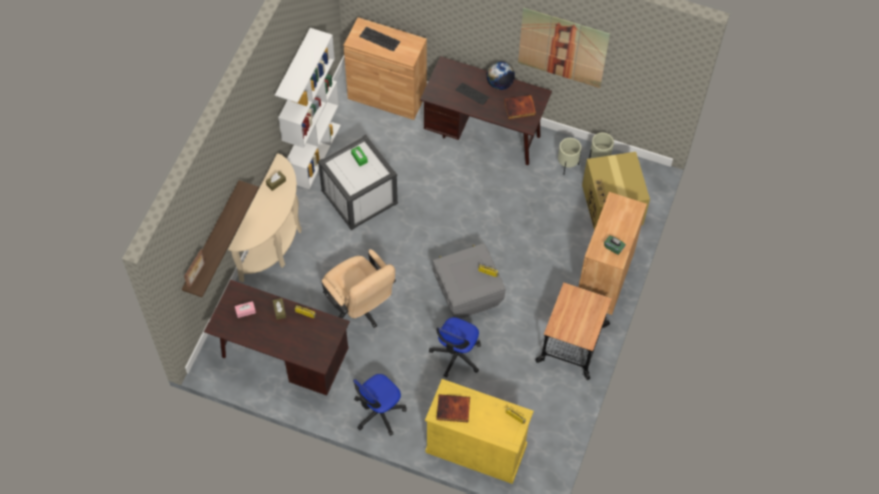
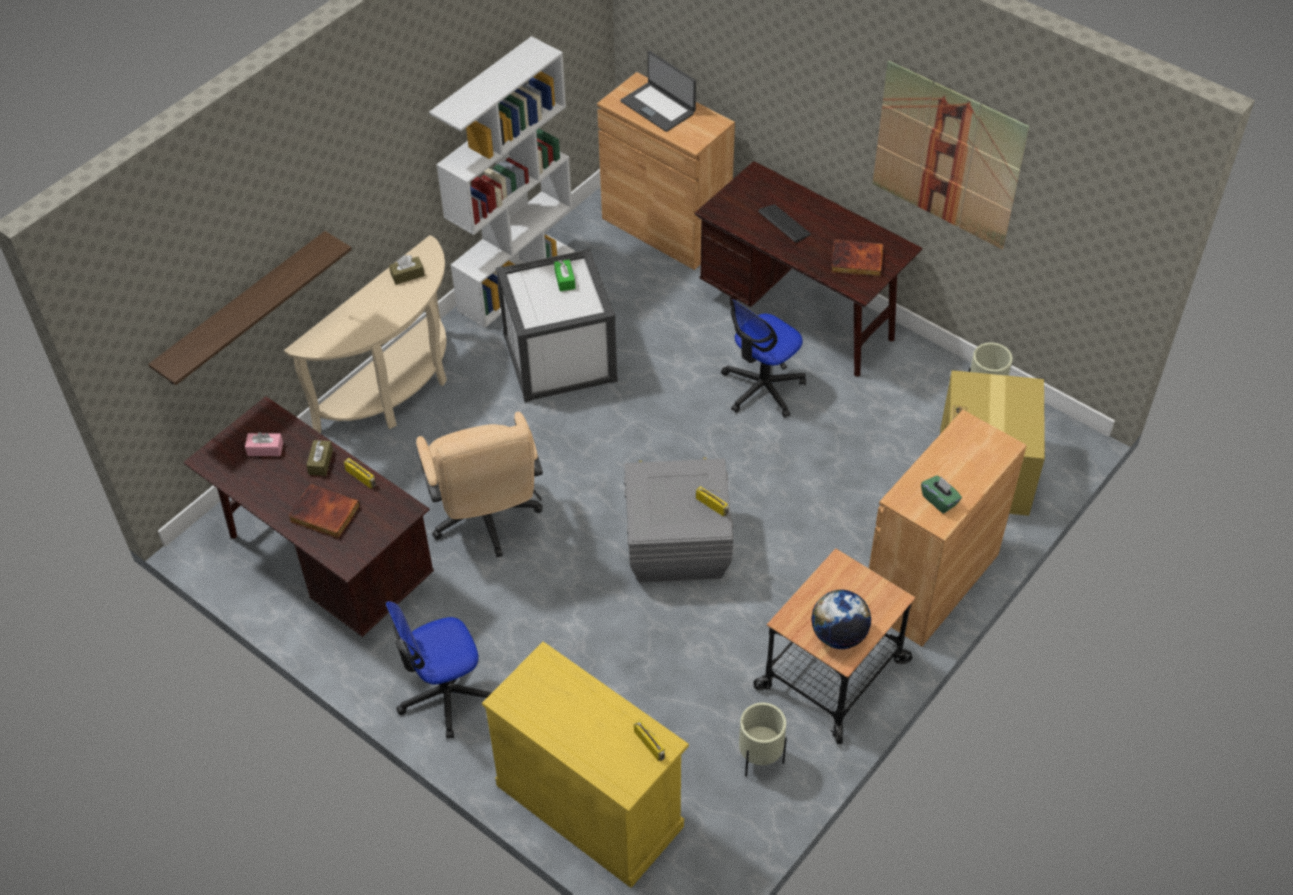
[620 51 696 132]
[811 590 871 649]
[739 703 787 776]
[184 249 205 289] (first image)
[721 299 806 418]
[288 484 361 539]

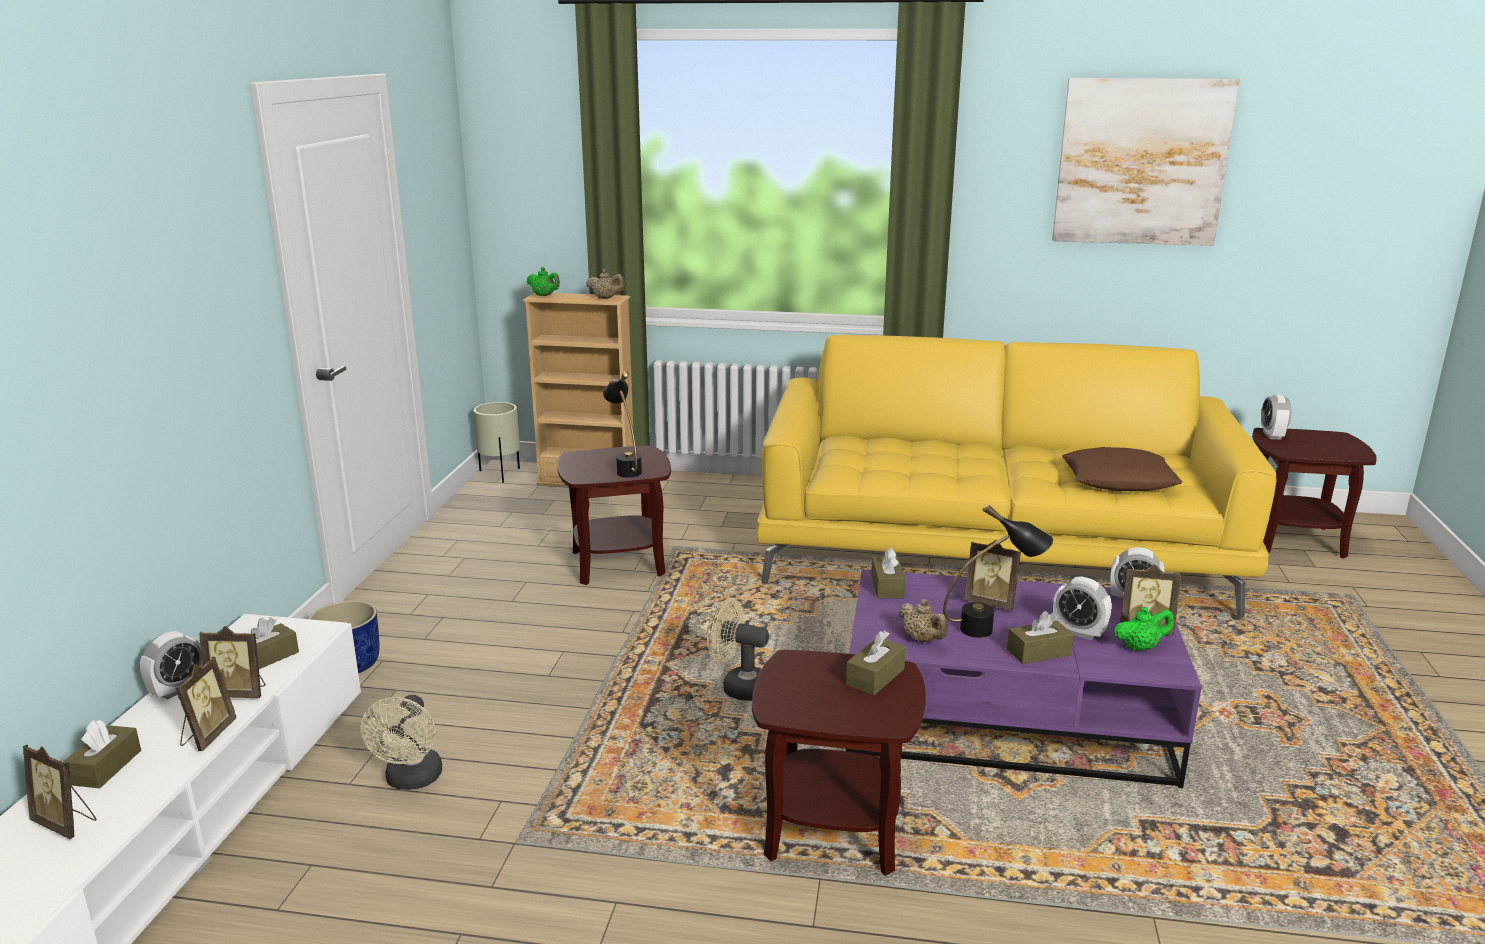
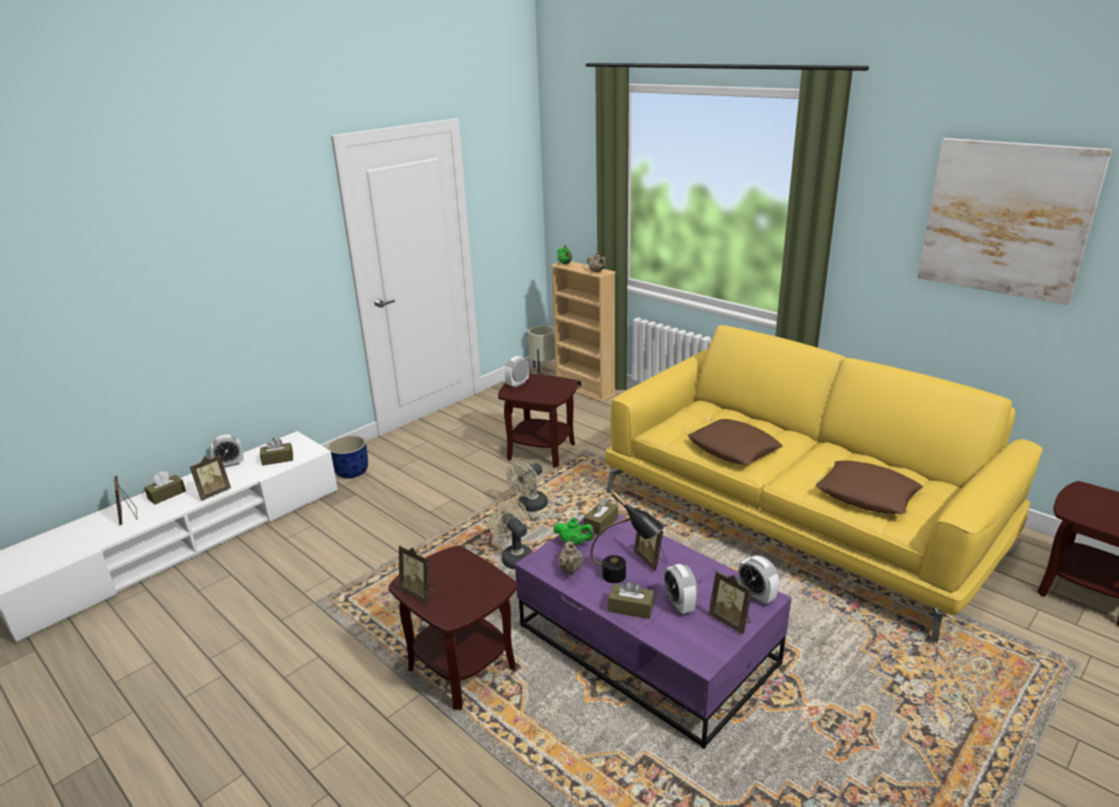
[603 371 642 478] (first image)
[505 356 529 388]
[553 518 595 546]
[399 545 438 604]
[846 630 906 695] (first image)
[506 461 548 512]
[688 419 783 464]

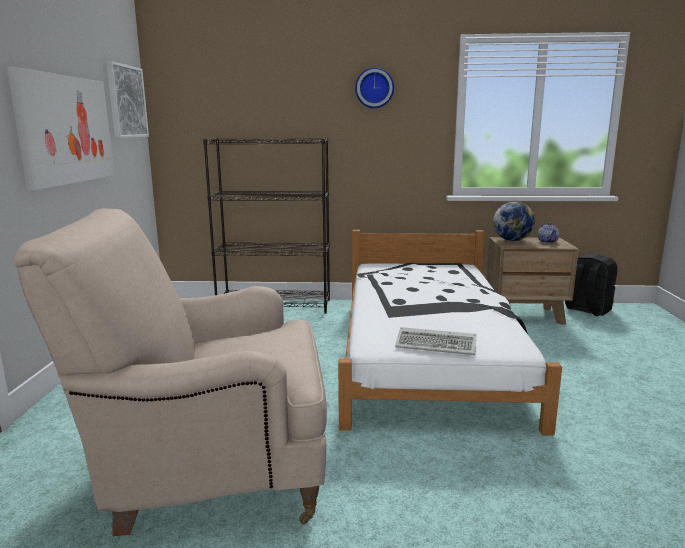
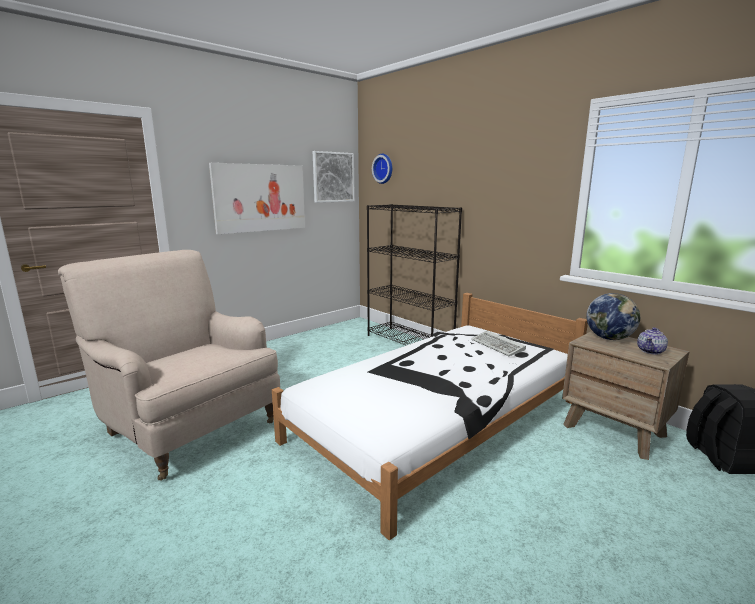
[372 154 392 184]
[471 331 526 356]

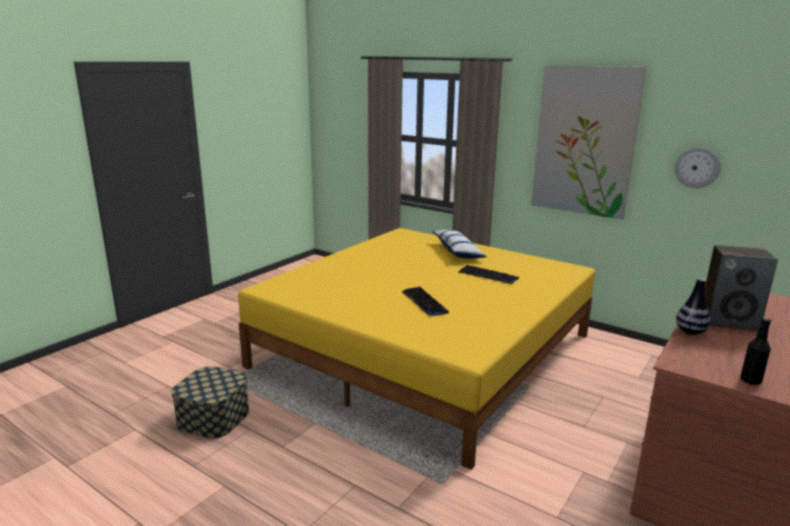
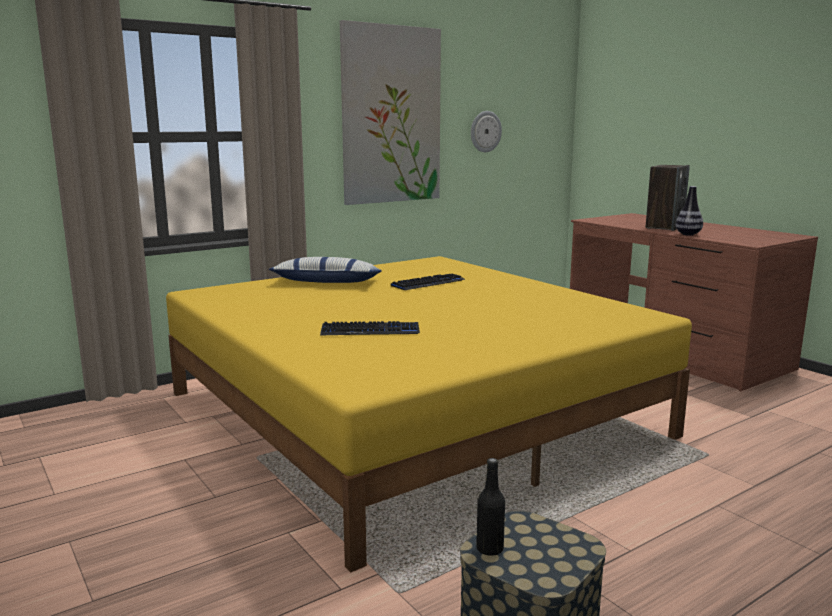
[320 321 420 336]
[476 458 505 556]

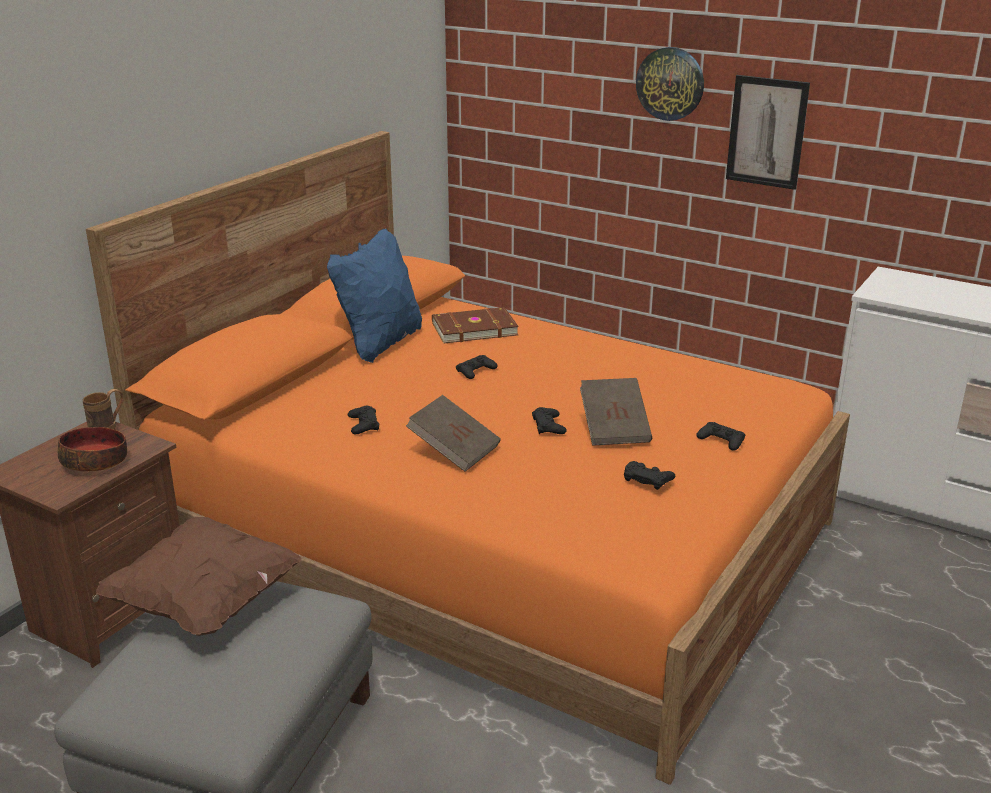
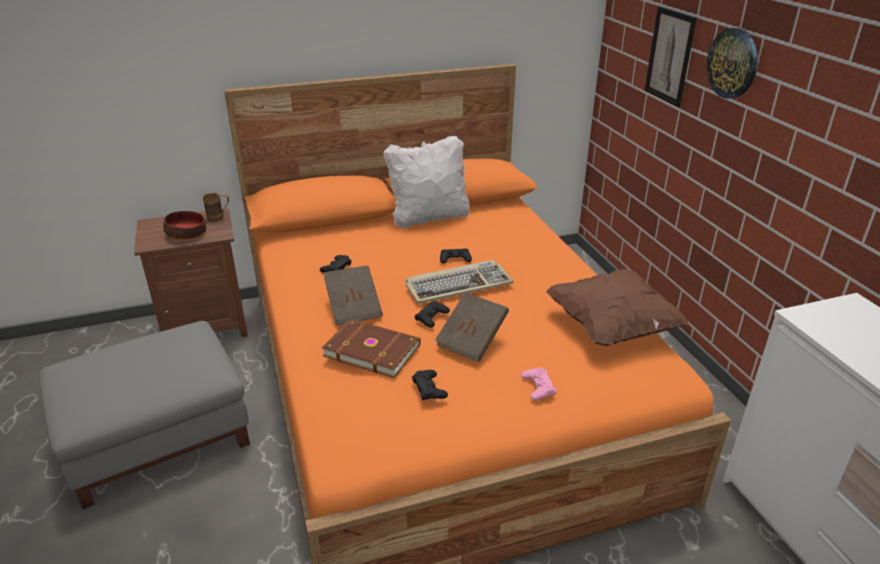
[644 6 697 107]
[383 136 470 229]
[322 319 421 378]
[521 367 557 400]
[546 269 689 346]
[406 260 514 304]

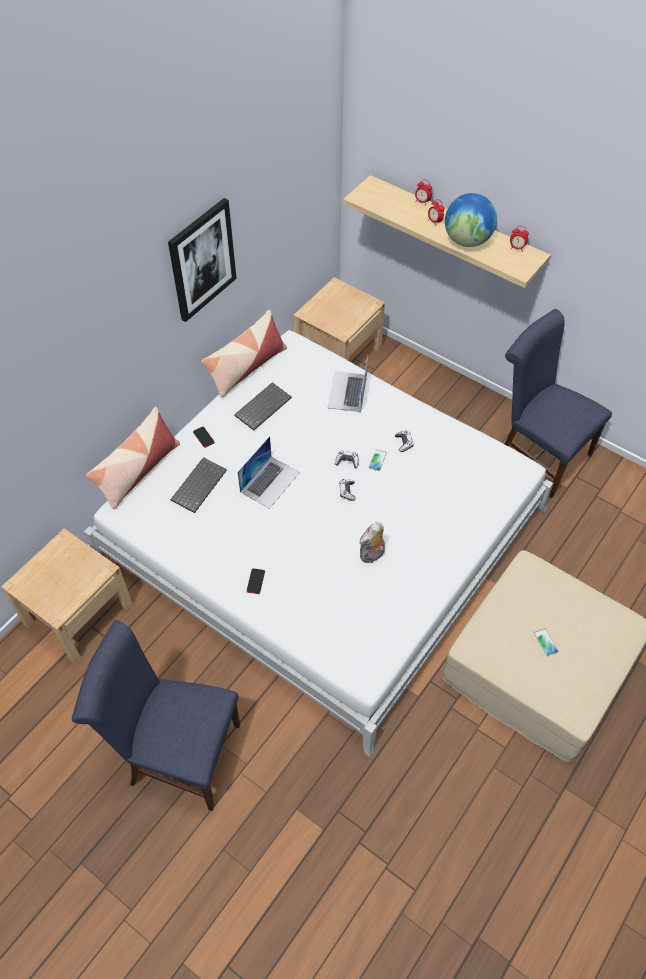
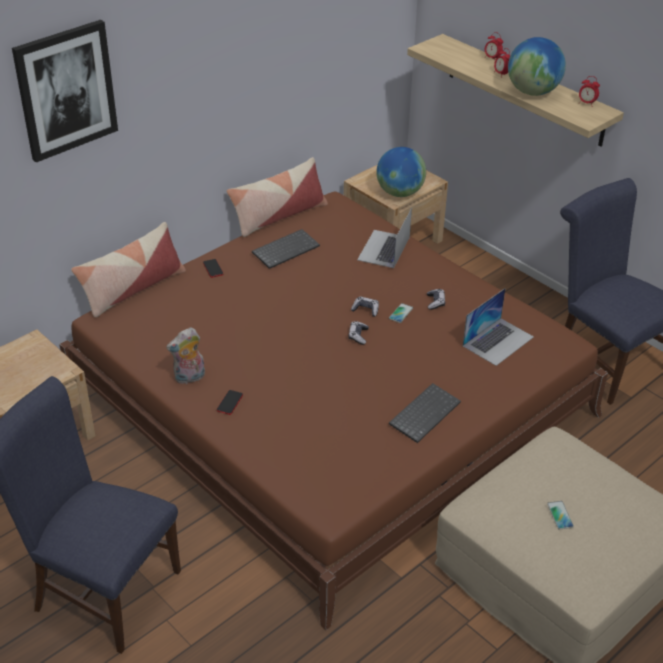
[12 20 118 162]
[59 191 608 630]
[463 288 534 366]
[389 383 461 443]
[166 327 205 385]
[376 147 426 197]

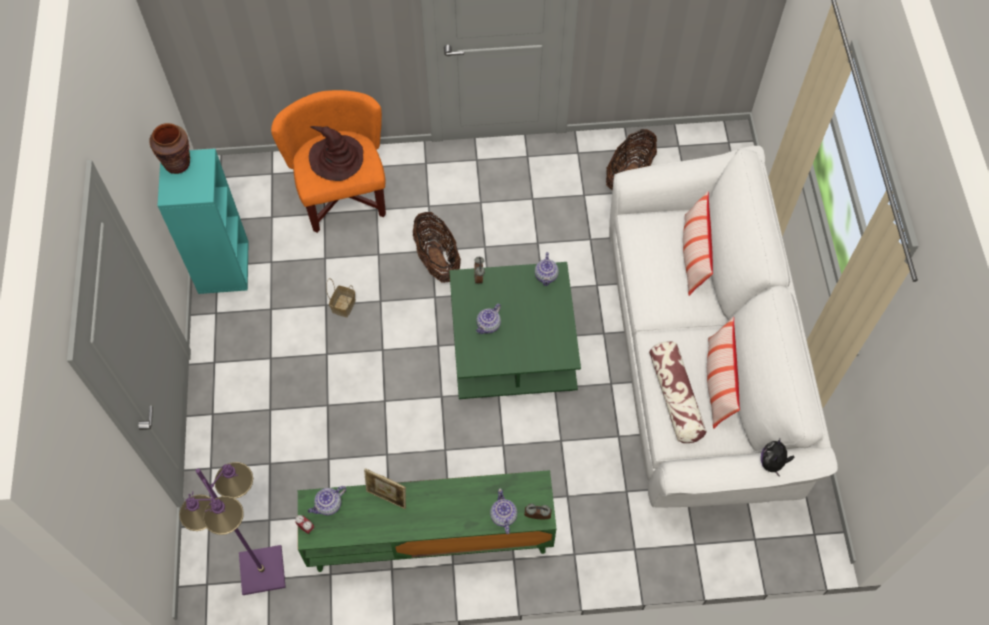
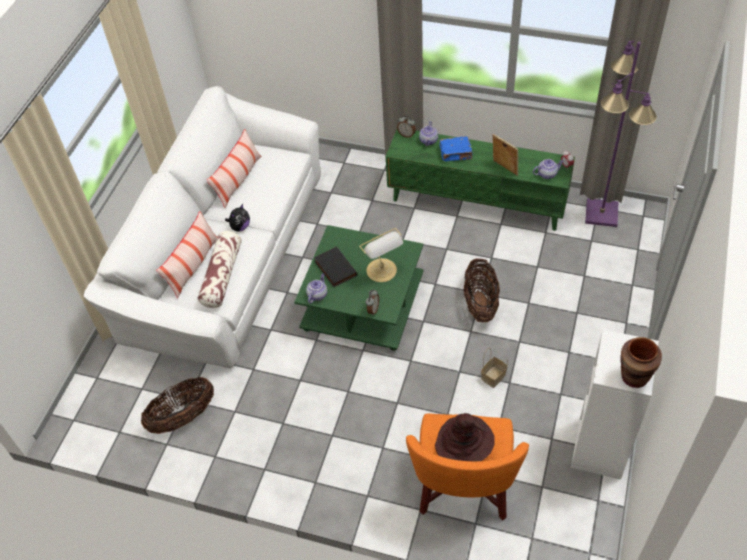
[571 329 659 480]
[464 259 500 322]
[359 228 403 282]
[197 231 242 308]
[225 204 250 232]
[439 136 473 161]
[314 246 357 287]

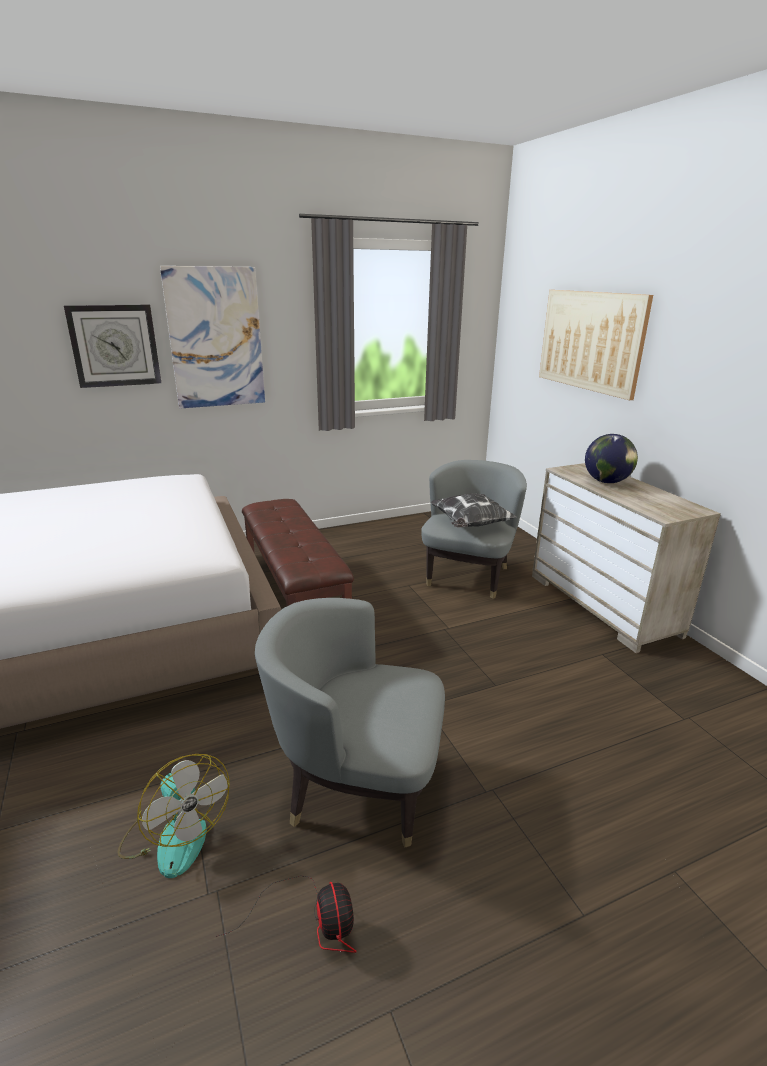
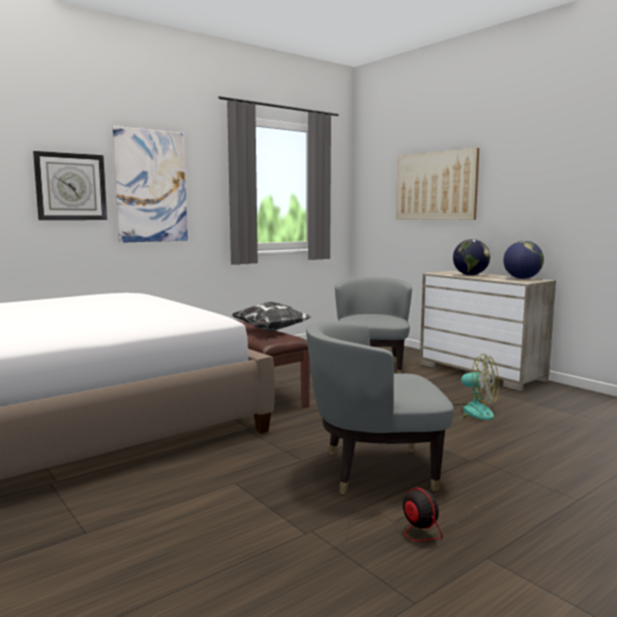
[232 302 312 331]
[453 354 499 420]
[503 241 544 279]

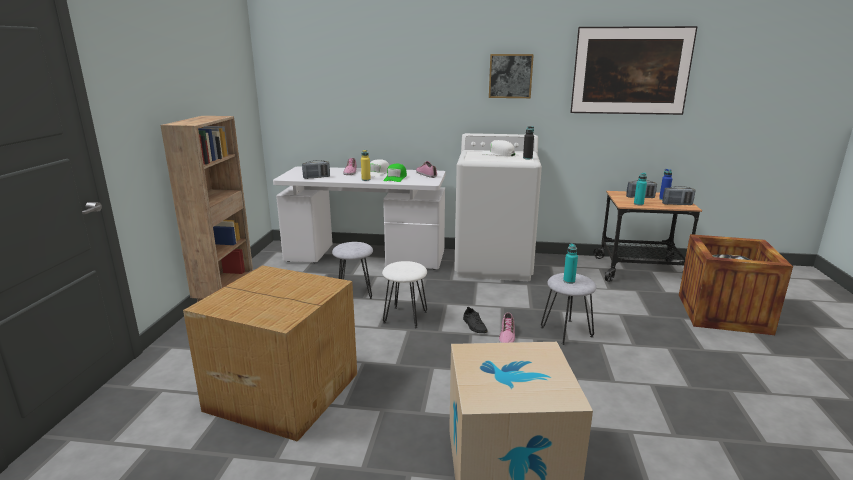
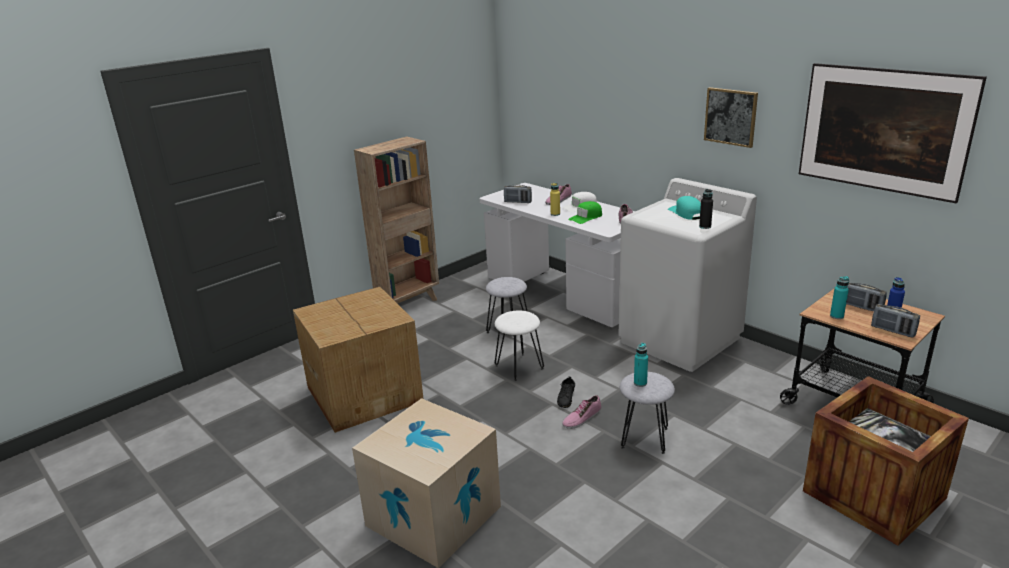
[668 196 701 220]

